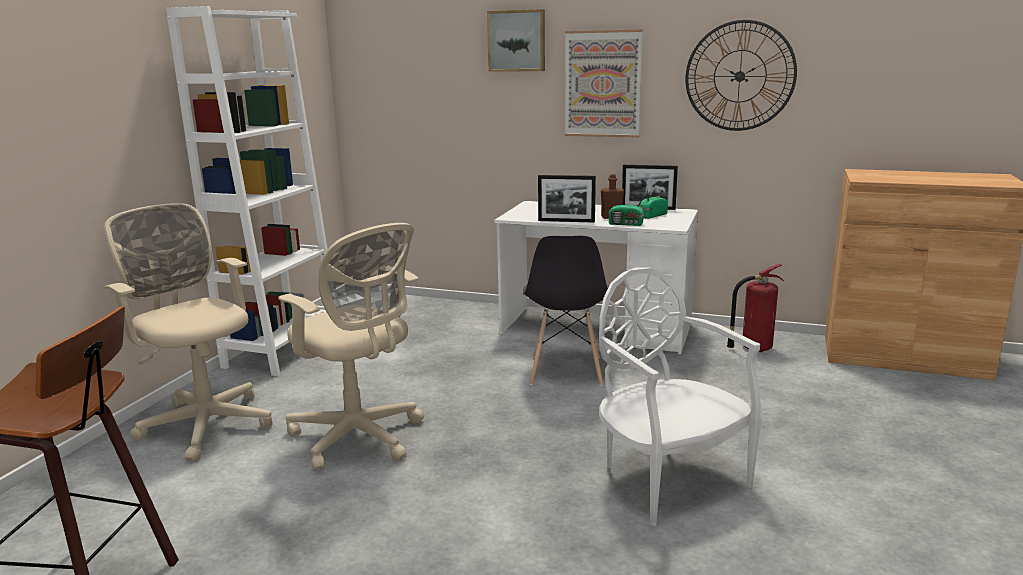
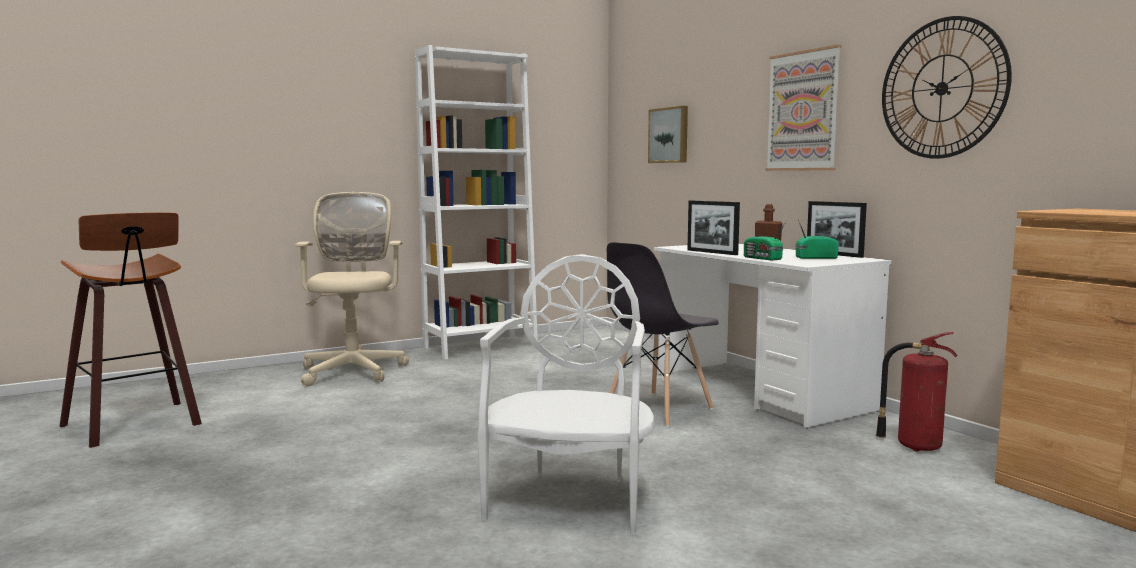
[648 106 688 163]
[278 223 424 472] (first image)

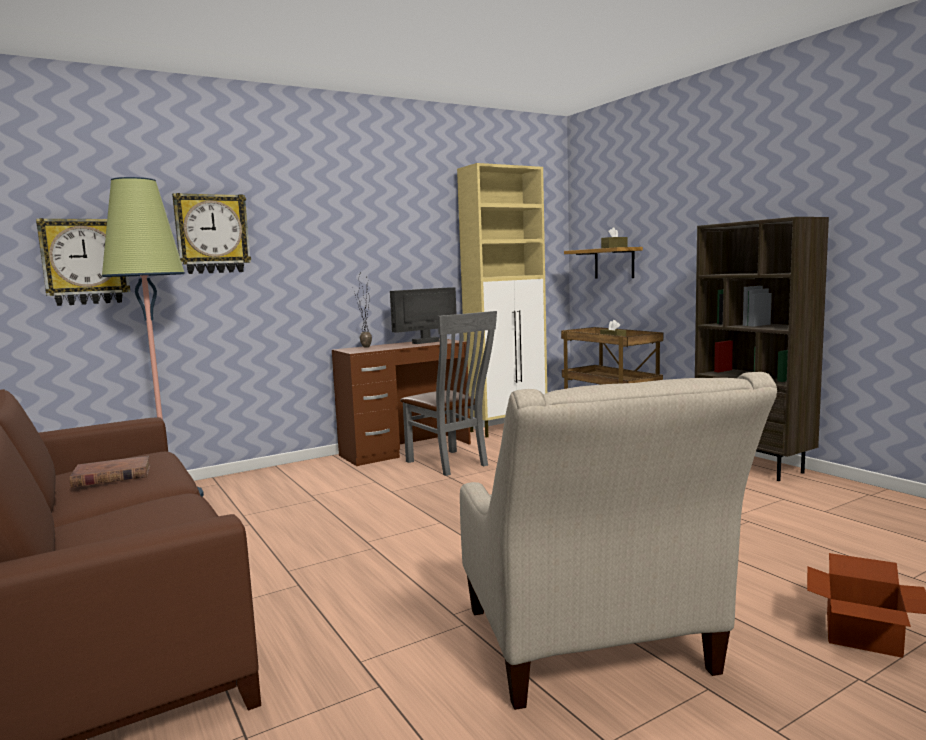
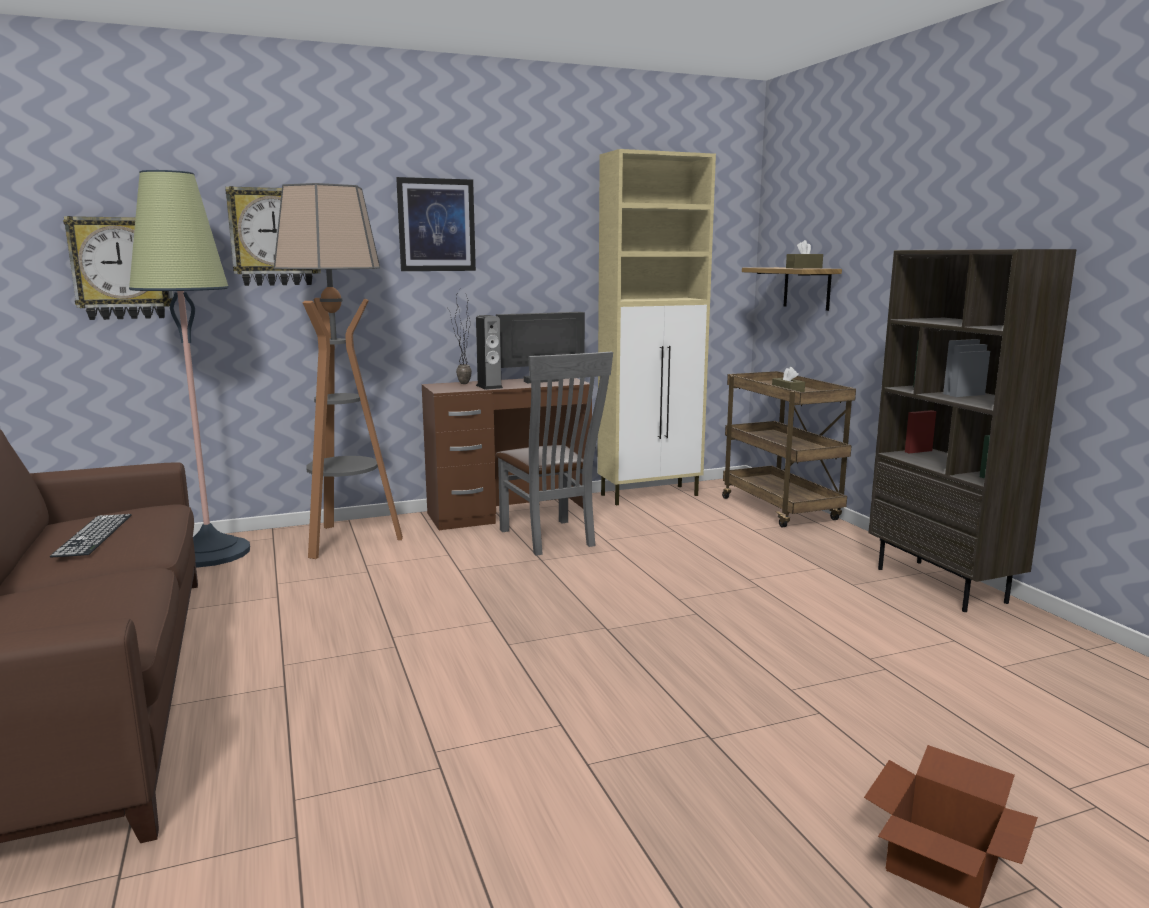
[460 372 777 710] (first image)
[50 514 132 558]
[396 177 476 271]
[273 183 403 559]
[476 315 503 390]

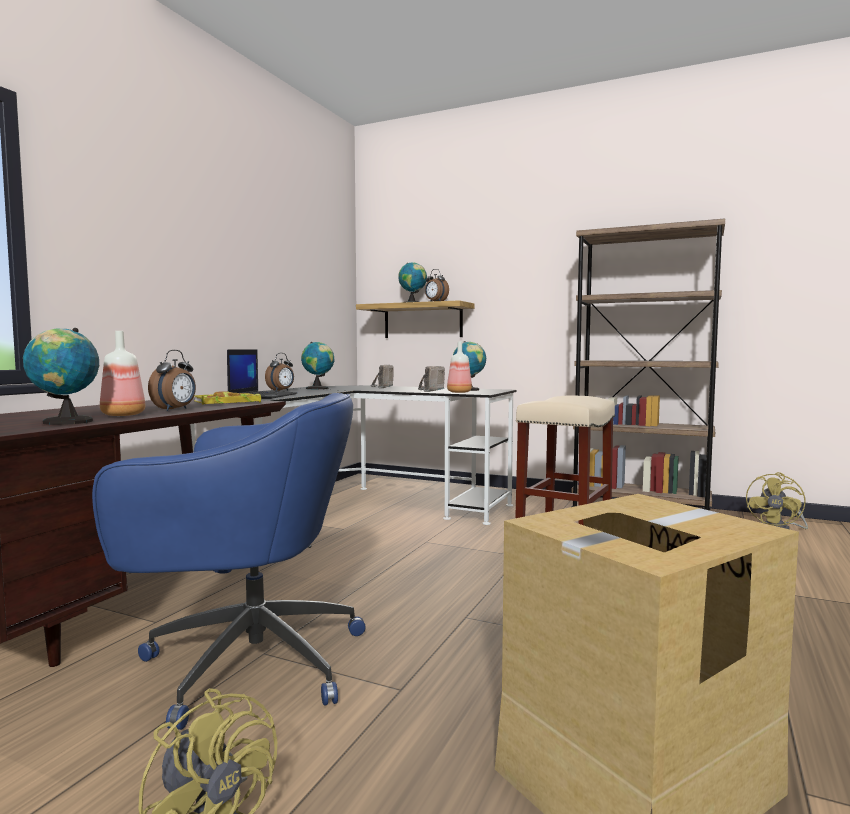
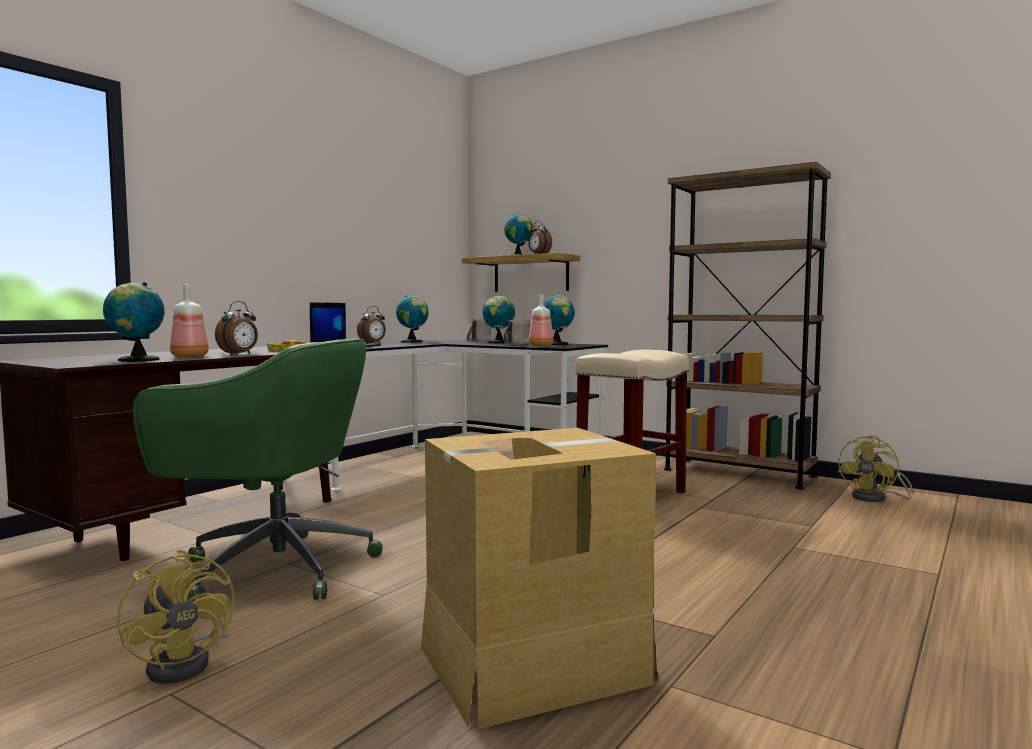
[133 339 383 600]
[482 295 515 343]

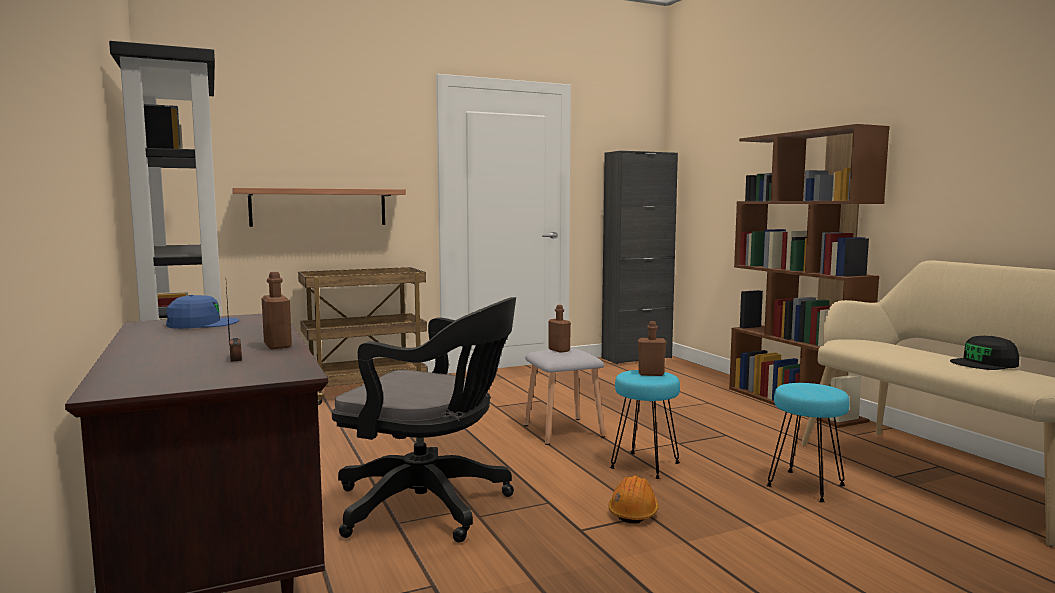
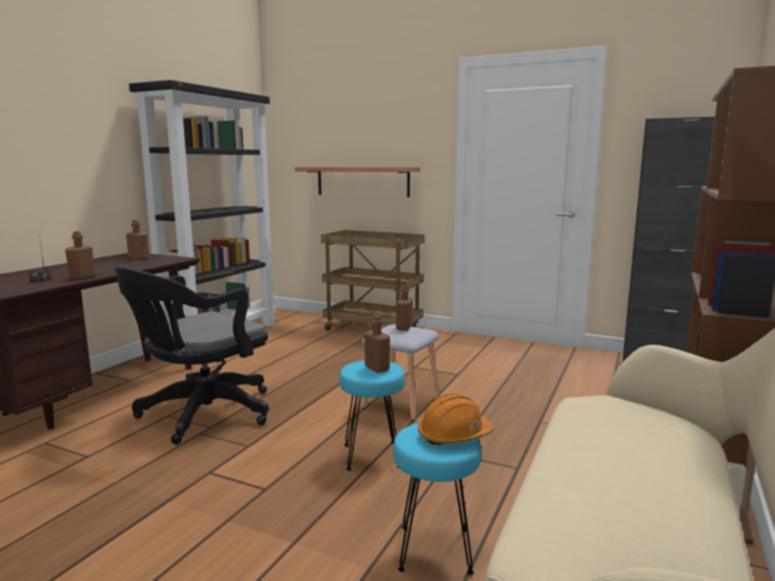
[126 220 149 260]
[114 266 269 445]
[950 336 1019 370] (first image)
[418 394 493 445]

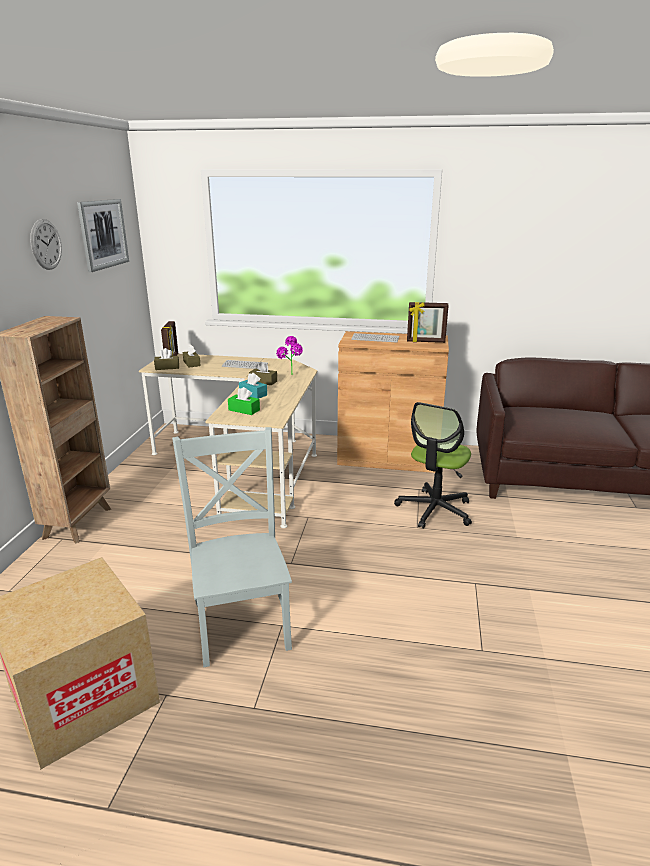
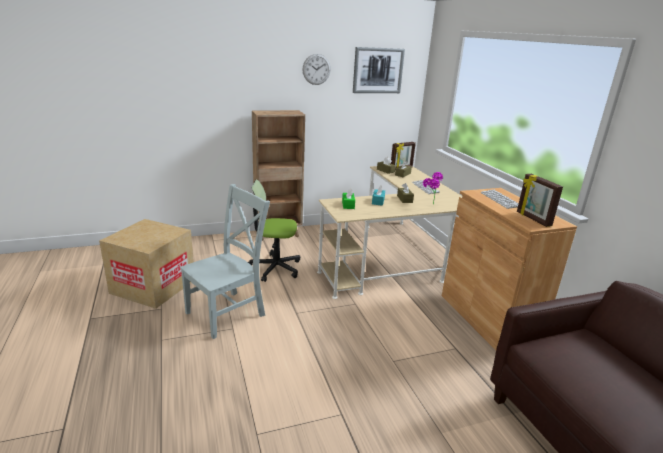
[248 180 300 282]

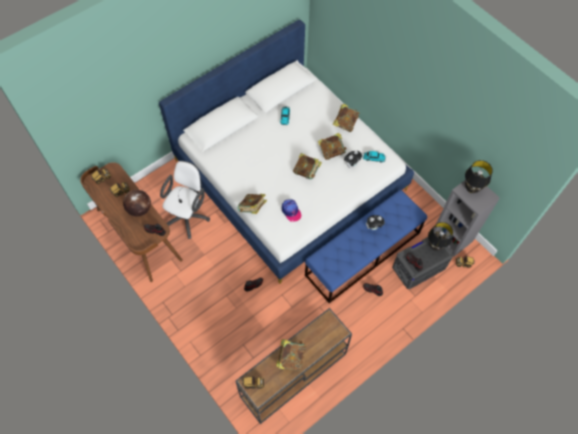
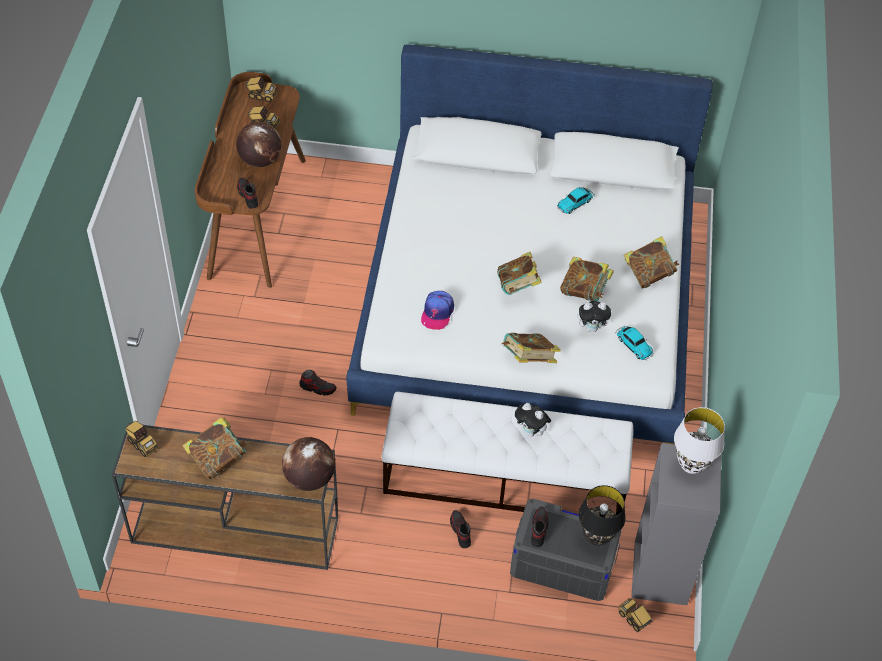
[674 407 725 474]
[160 161 210 239] (first image)
[381 392 633 515]
[502 333 561 363]
[282 437 335 491]

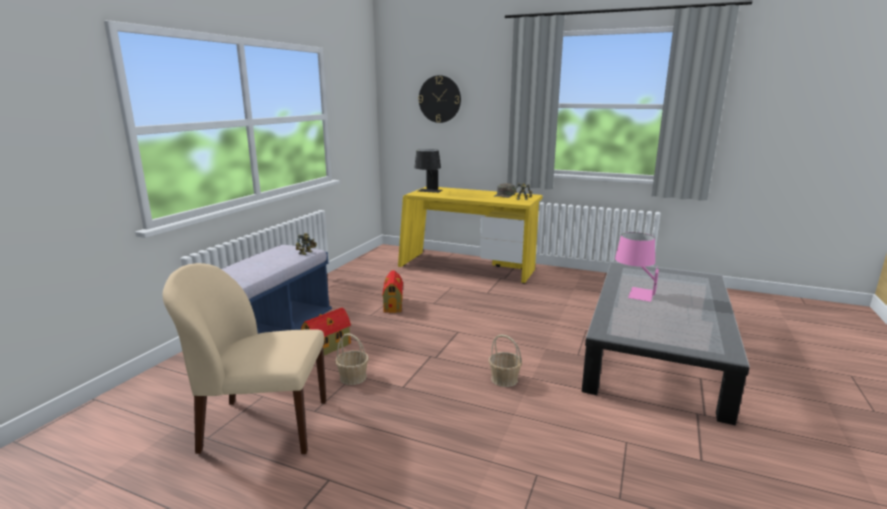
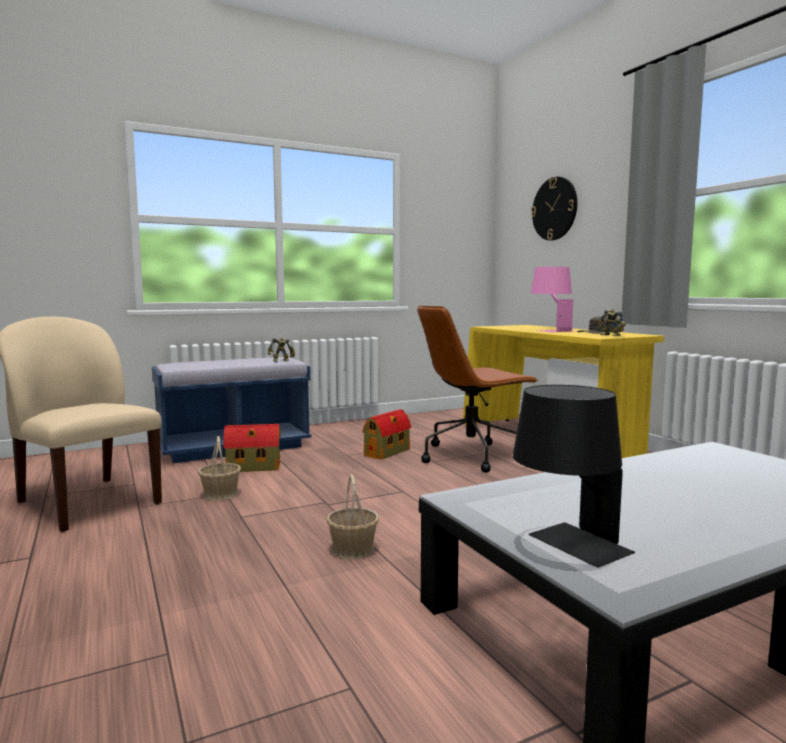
[513 385 635 567]
[531 267 573 332]
[417 305 538 473]

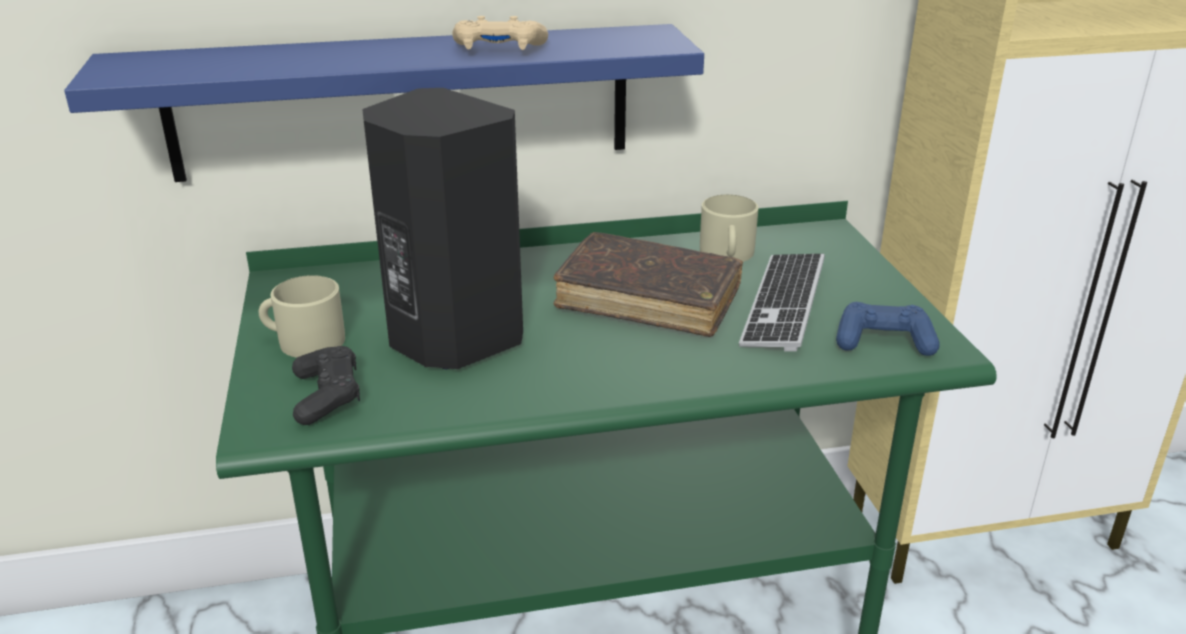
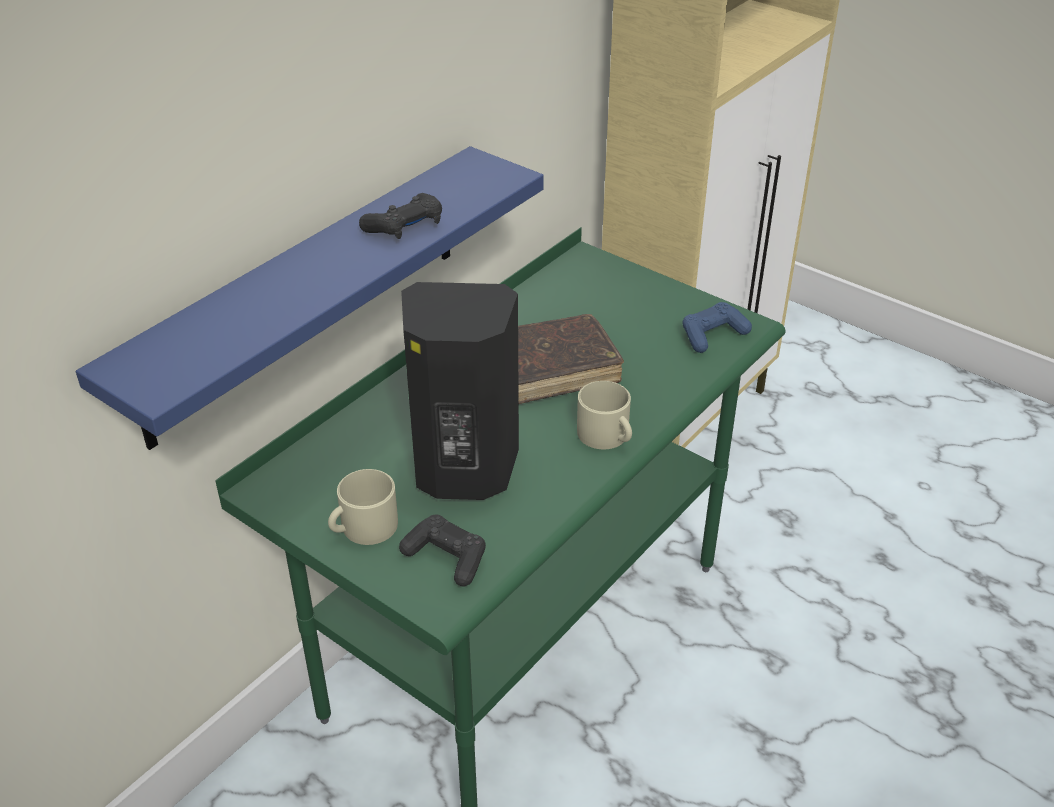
[359 193 442 239]
[577 381 632 449]
[739 254 825 351] (first image)

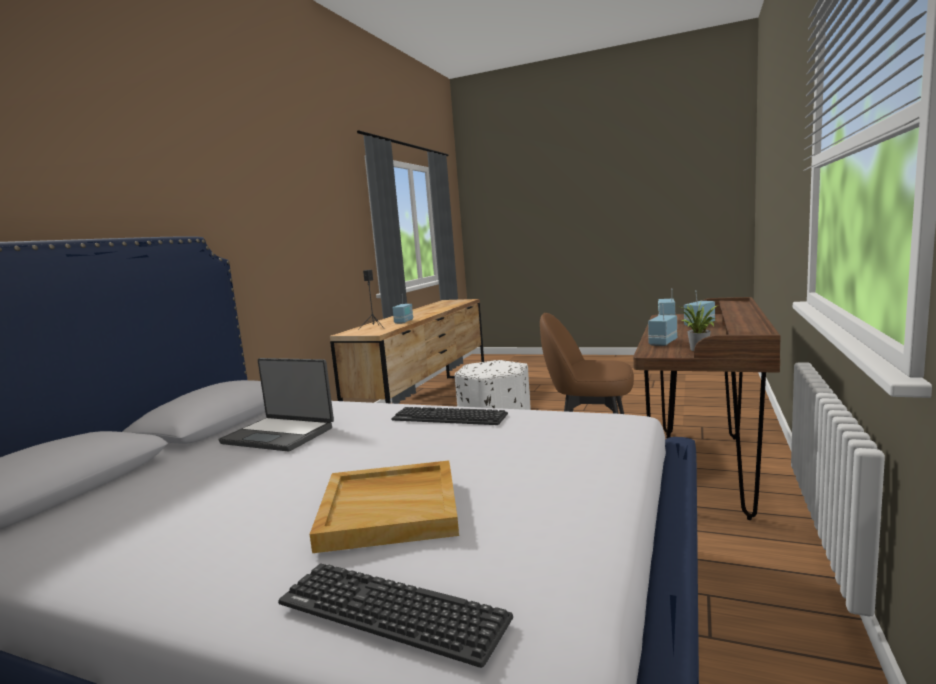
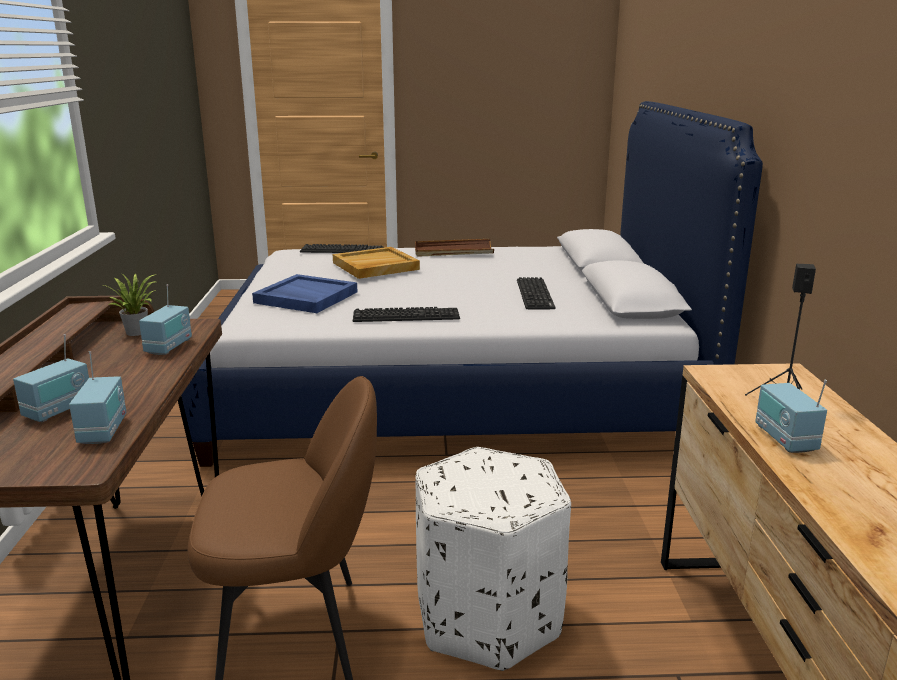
[517 277 556 309]
[415 239 494 257]
[252 274 357 313]

